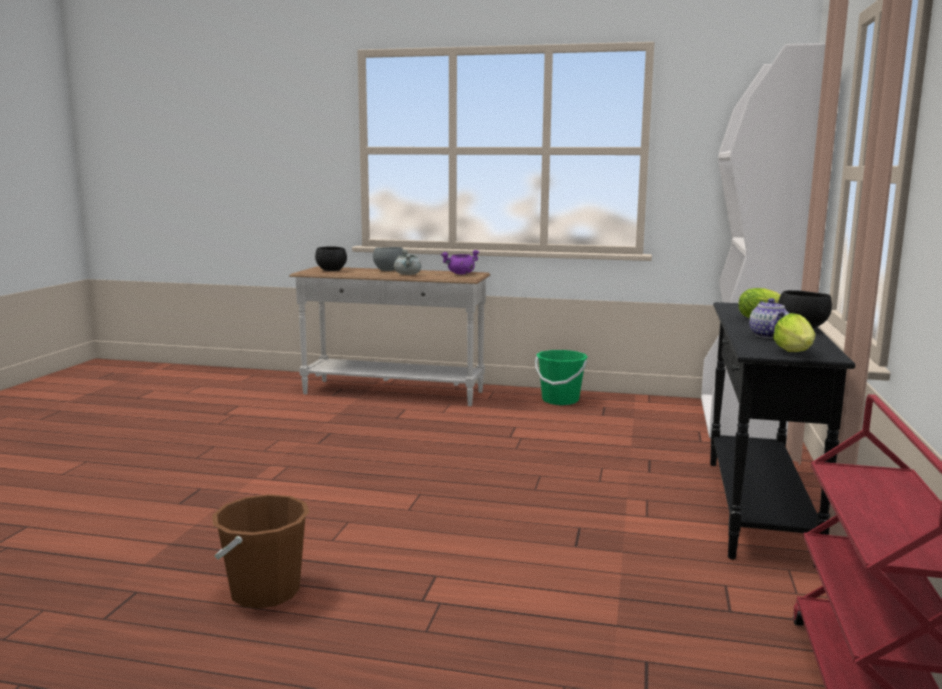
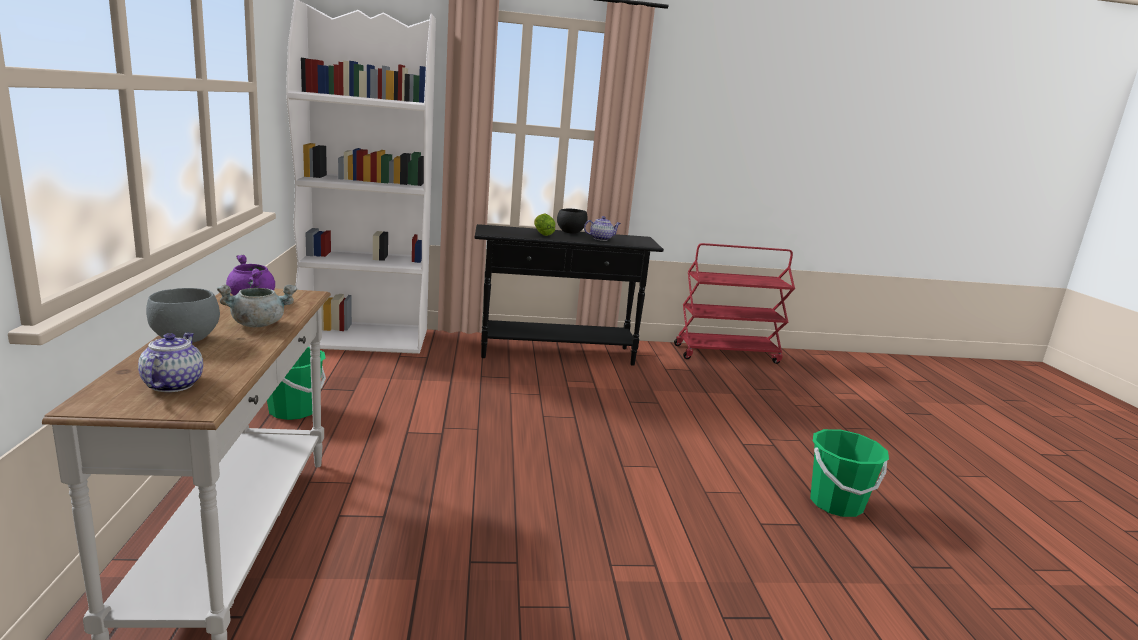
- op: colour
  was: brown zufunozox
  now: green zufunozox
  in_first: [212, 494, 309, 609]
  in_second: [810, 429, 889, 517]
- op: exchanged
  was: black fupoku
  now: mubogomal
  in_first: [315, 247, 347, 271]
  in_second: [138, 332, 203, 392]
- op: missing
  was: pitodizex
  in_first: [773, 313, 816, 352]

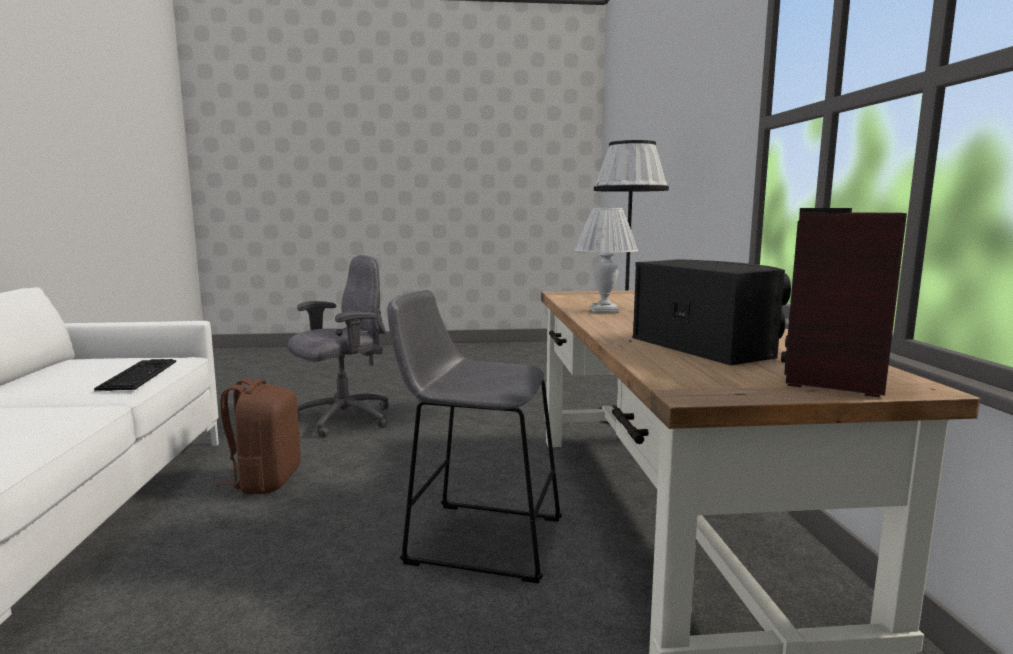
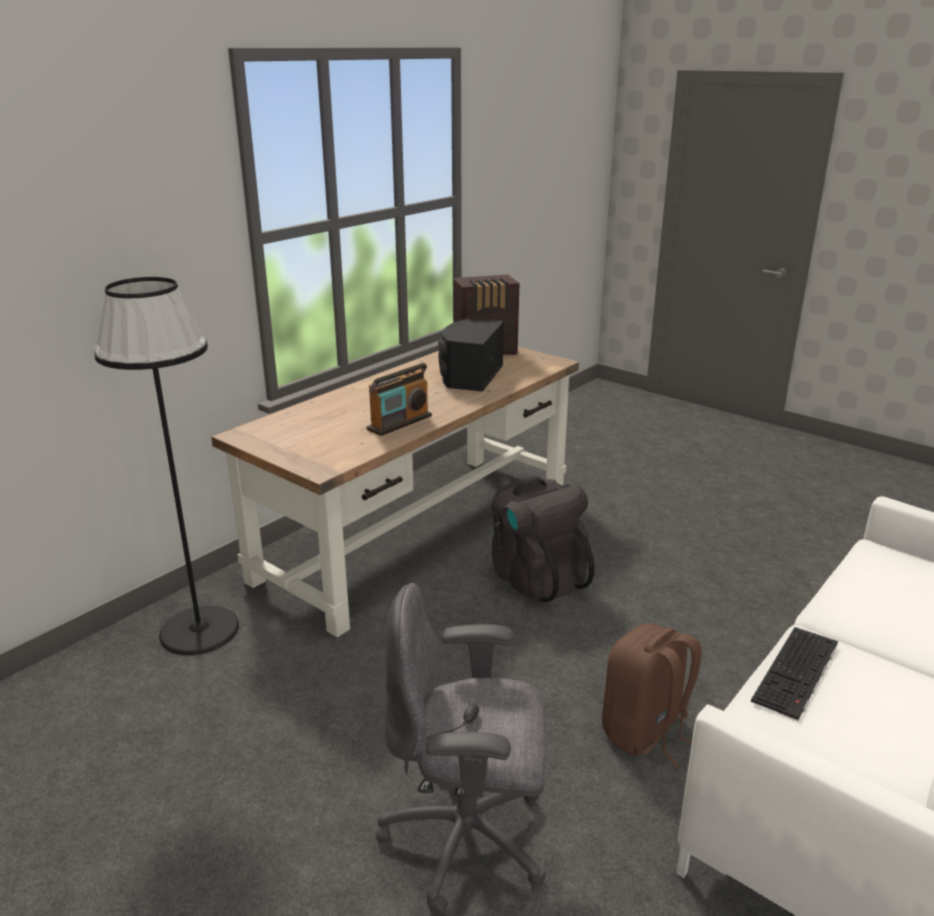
- op: exchanged
  was: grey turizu
  now: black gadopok
  in_first: [387, 290, 562, 583]
  in_second: [491, 476, 594, 604]
- op: exchanged
  was: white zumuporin
  now: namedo
  in_first: [575, 208, 638, 313]
  in_second: [367, 363, 432, 436]

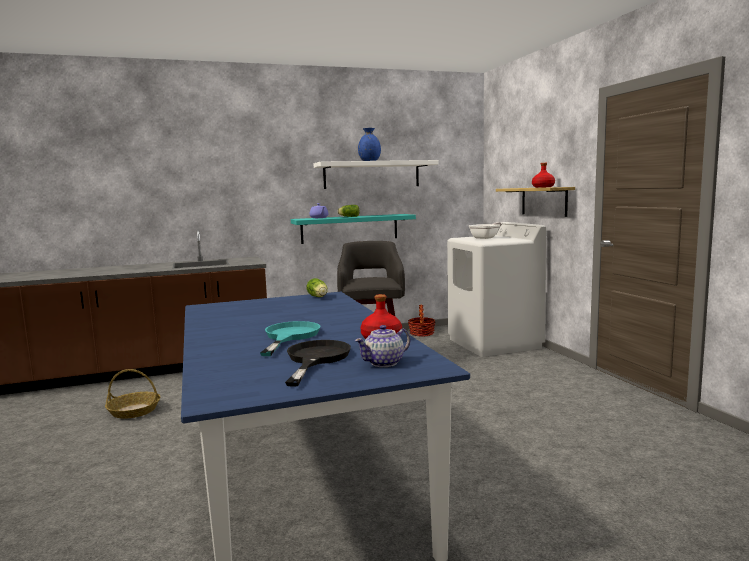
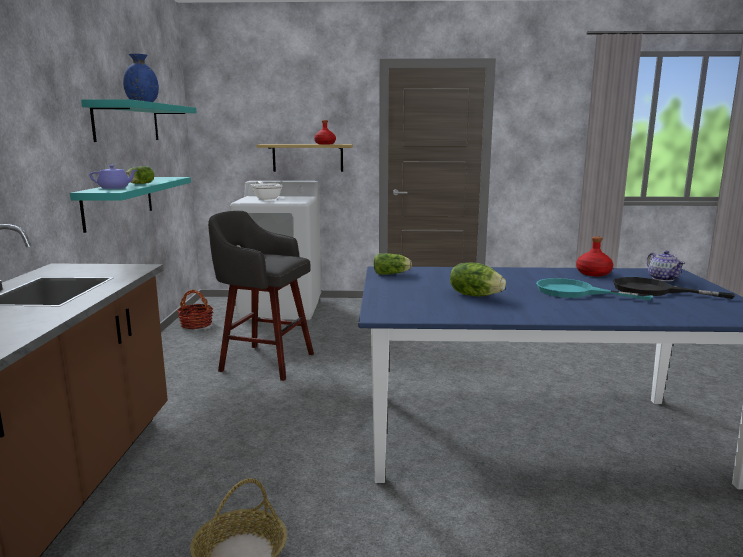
- op: colour
  was: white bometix
  now: turquoise bometix
  in_first: [314, 160, 439, 189]
  in_second: [81, 99, 197, 142]
- op: appeared
  now: pitodizex
  in_second: [450, 263, 506, 297]

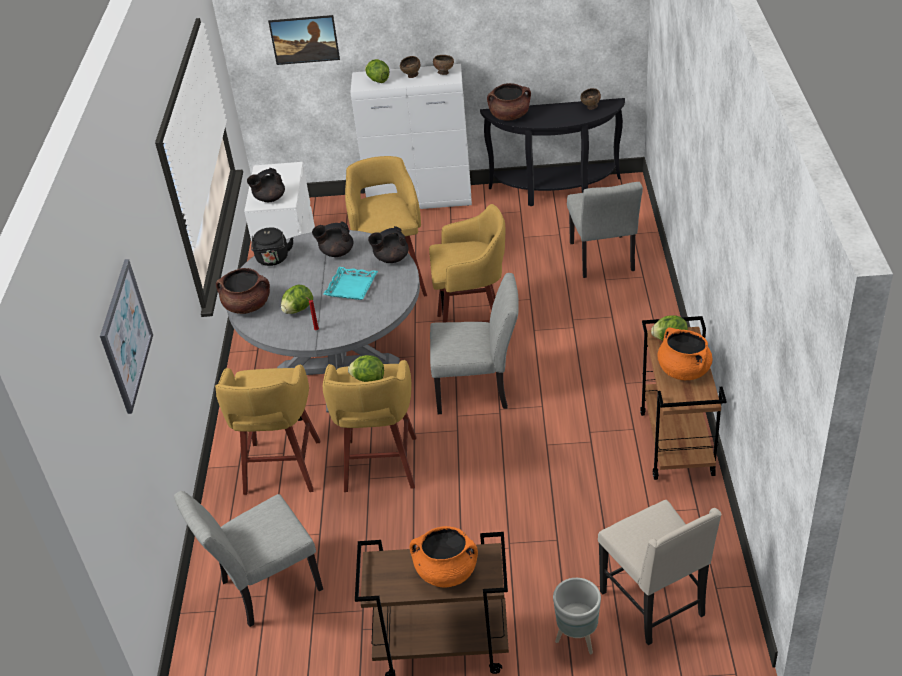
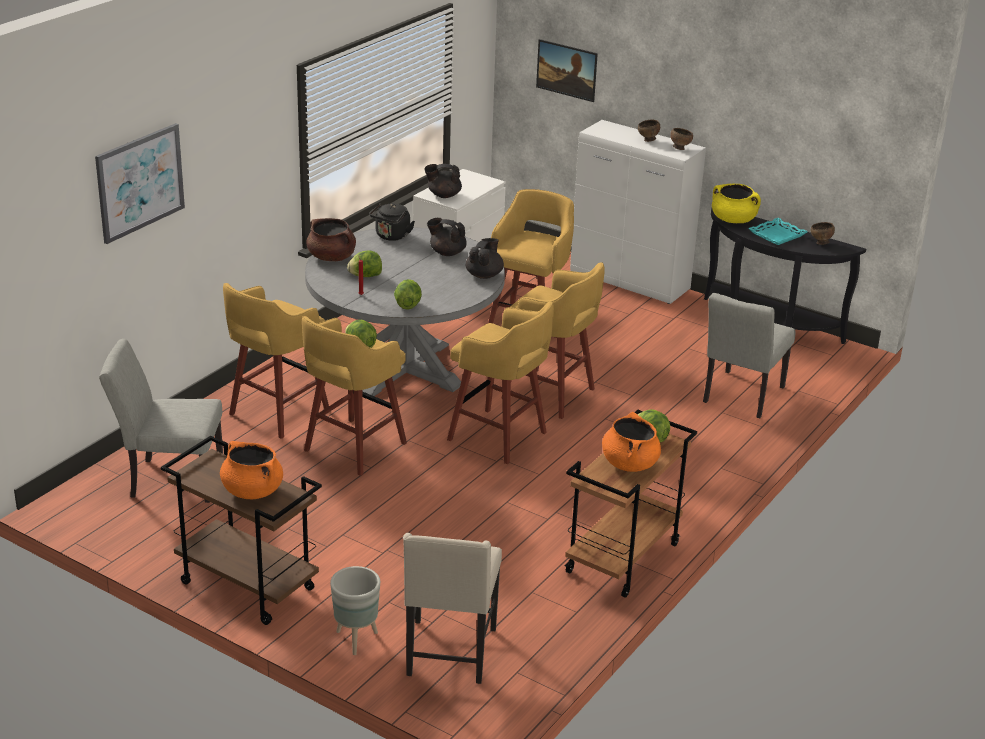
- op: relocated
  was: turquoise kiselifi
  in_first: [324, 267, 378, 300]
  in_second: [748, 218, 808, 245]
- op: relocated
  was: pitodizex
  in_first: [365, 59, 389, 83]
  in_second: [394, 279, 422, 310]
- op: spun
  was: black mubogomal
  in_first: [368, 226, 408, 263]
  in_second: [466, 238, 504, 279]
  clockwise: 105
- op: exchanged
  was: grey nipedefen
  now: yellow turizu
  in_first: [430, 273, 519, 414]
  in_second: [447, 302, 554, 464]
- op: colour
  was: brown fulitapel
  now: yellow fulitapel
  in_first: [487, 83, 531, 121]
  in_second: [712, 184, 761, 223]

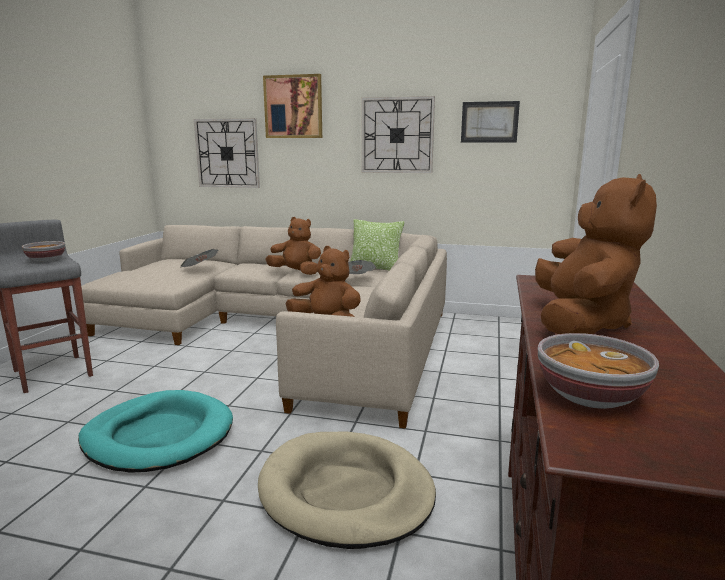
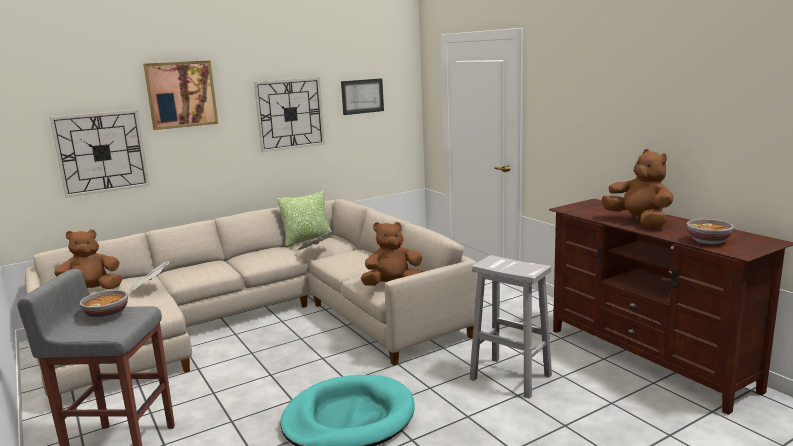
- op: exchanged
  was: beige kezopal
  now: white turizu
  in_first: [258, 432, 436, 549]
  in_second: [470, 255, 552, 398]
- op: relocated
  was: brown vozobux
  in_first: [265, 217, 321, 275]
  in_second: [54, 229, 123, 289]

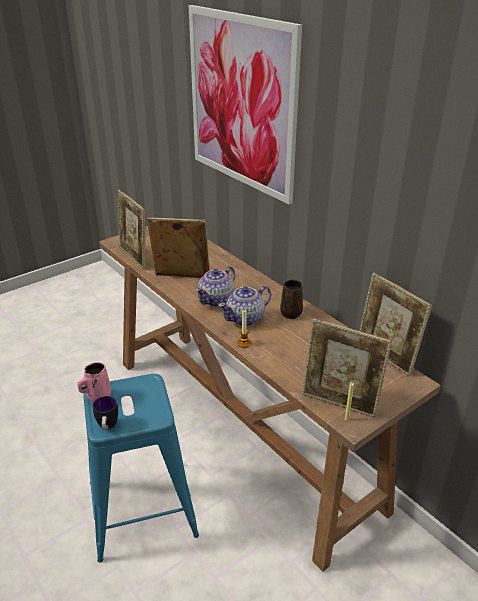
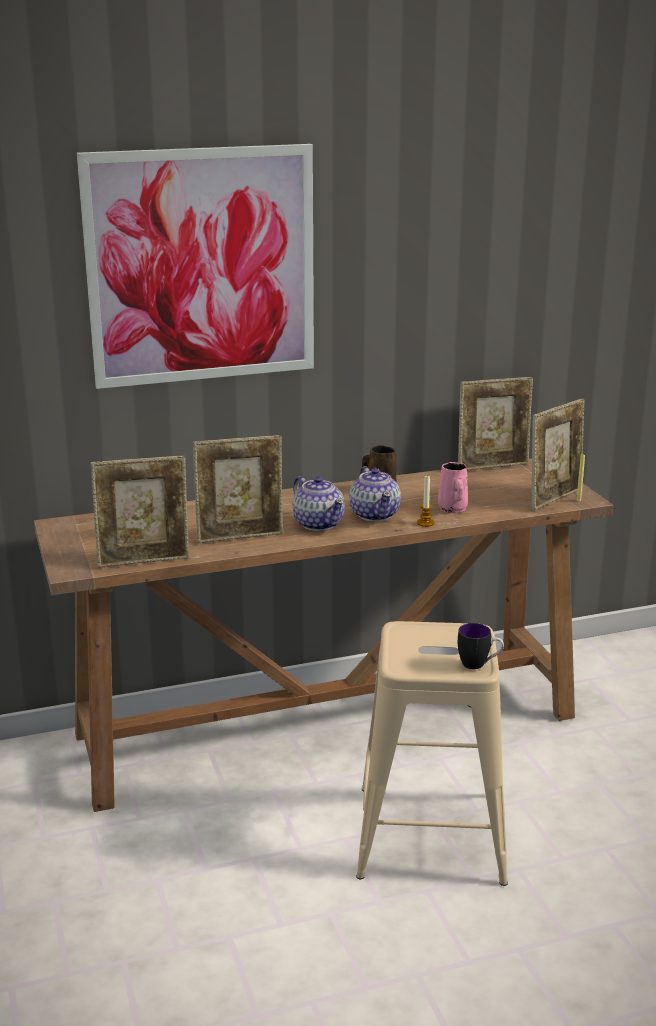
- op: relocated
  was: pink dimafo
  in_first: [77, 362, 111, 403]
  in_second: [438, 462, 468, 513]
- op: colour
  was: blue turizu
  now: beige turizu
  in_first: [84, 374, 199, 563]
  in_second: [356, 621, 508, 886]
- op: spun
  was: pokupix
  in_first: [147, 218, 210, 278]
  in_second: [193, 435, 283, 543]
  clockwise: -135

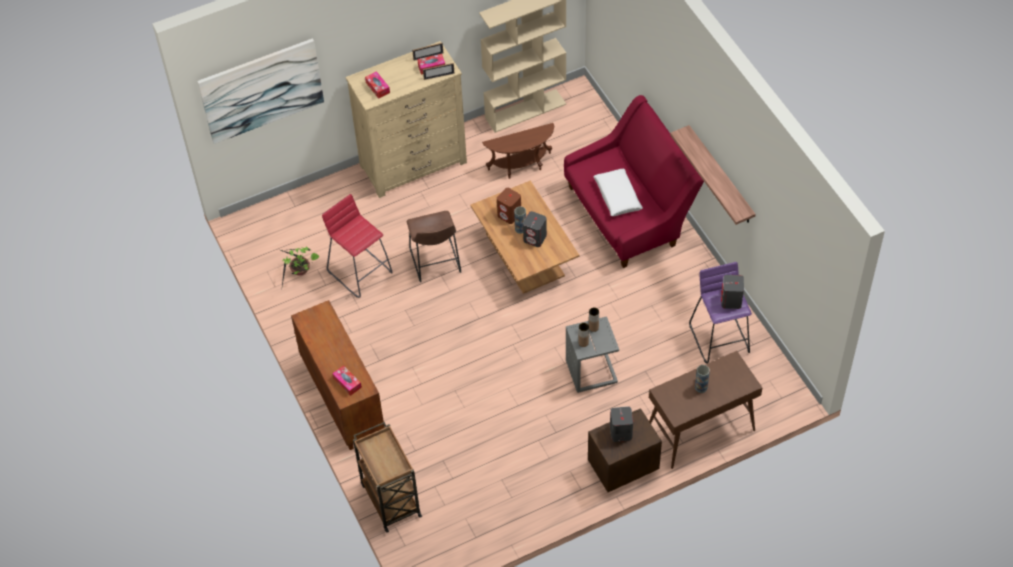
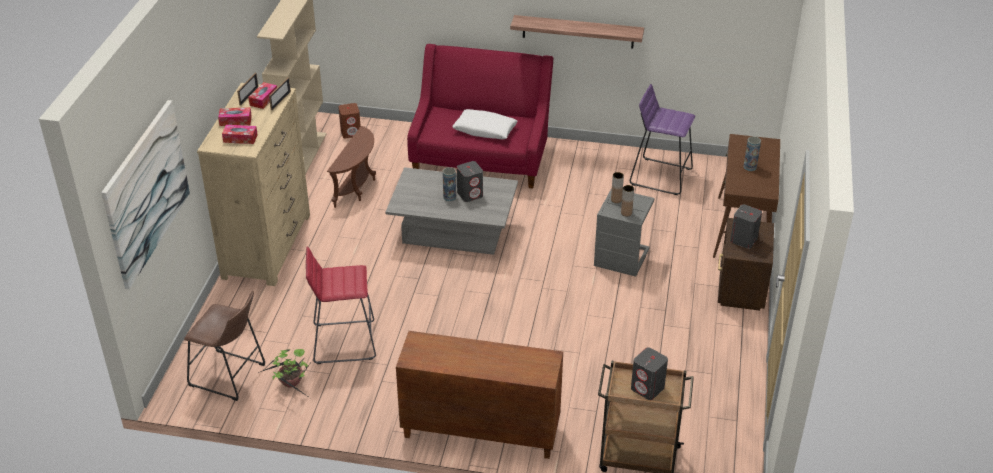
- op: relocated
  was: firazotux
  in_first: [332, 365, 362, 396]
  in_second: [218, 107, 252, 126]
- op: relocated
  was: brown turizu
  in_first: [407, 211, 461, 282]
  in_second: [184, 291, 265, 401]
- op: colour
  was: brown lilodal
  now: grey lilodal
  in_first: [471, 180, 580, 294]
  in_second: [385, 167, 518, 255]
- op: relocated
  was: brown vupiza
  in_first: [497, 188, 521, 224]
  in_second: [338, 103, 360, 138]
- op: relocated
  was: grey vupiza
  in_first: [721, 275, 744, 309]
  in_second: [631, 347, 668, 400]

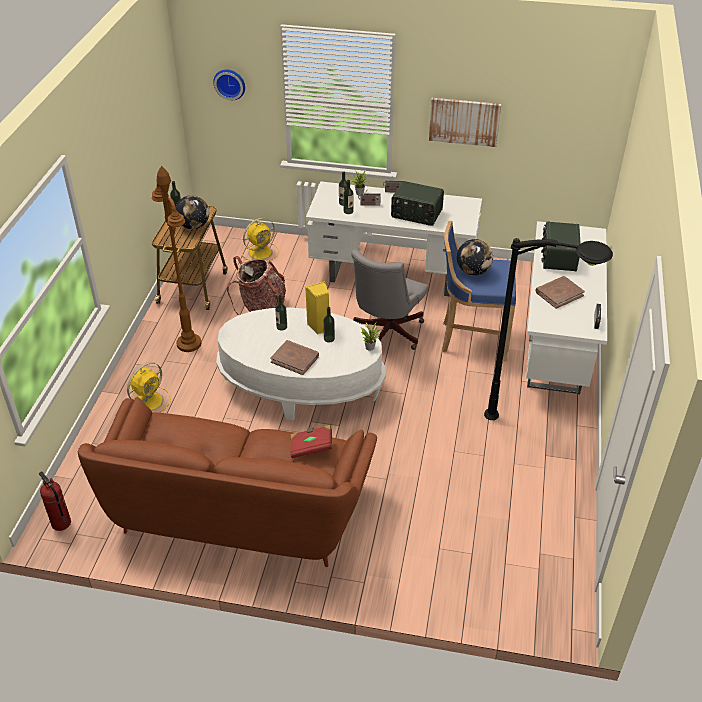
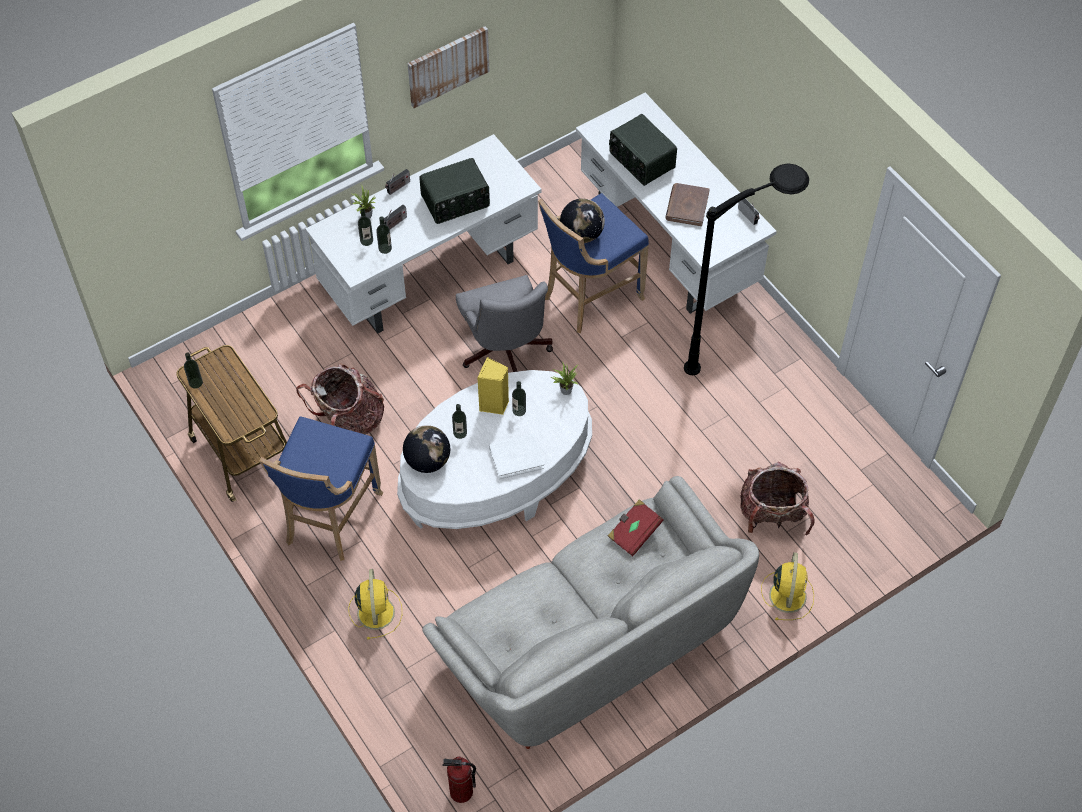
- op: colour
  was: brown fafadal
  now: grey fafadal
  in_first: [78, 397, 377, 567]
  in_second: [422, 476, 759, 749]
- op: exchanged
  was: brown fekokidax
  now: blue turizu
  in_first: [152, 166, 201, 352]
  in_second: [260, 416, 383, 561]
- op: relocated
  was: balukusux
  in_first: [176, 195, 209, 229]
  in_second: [403, 425, 450, 473]
- op: missing
  was: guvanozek
  in_first: [213, 69, 245, 100]
- op: relocated
  was: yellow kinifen
  in_first: [241, 218, 279, 261]
  in_second: [761, 552, 814, 620]
- op: colour
  was: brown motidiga
  now: white motidiga
  in_first: [270, 340, 319, 375]
  in_second: [489, 434, 544, 480]
- op: appeared
  now: gadopok
  in_second: [740, 462, 815, 535]

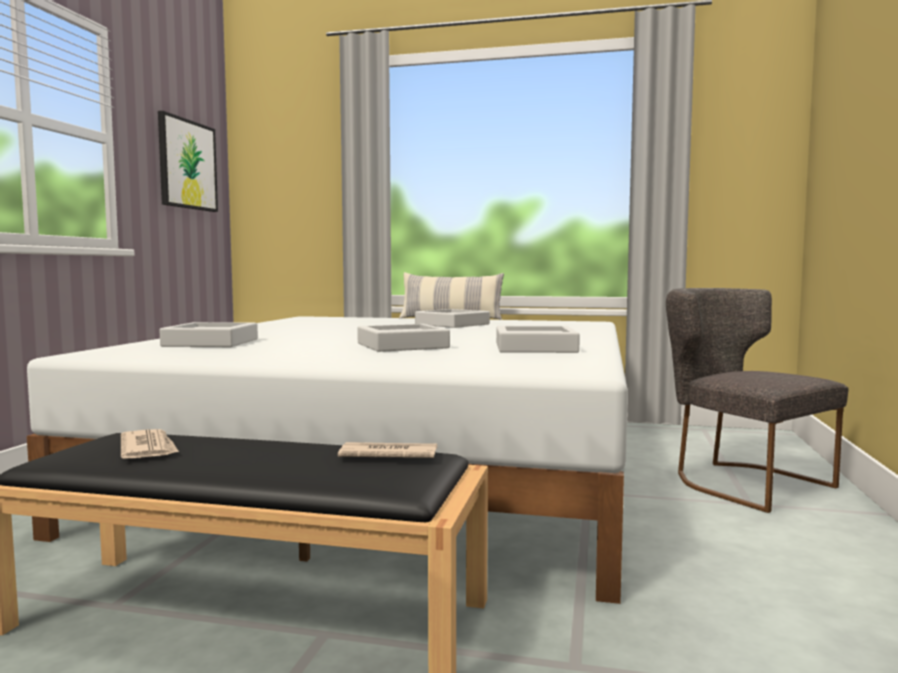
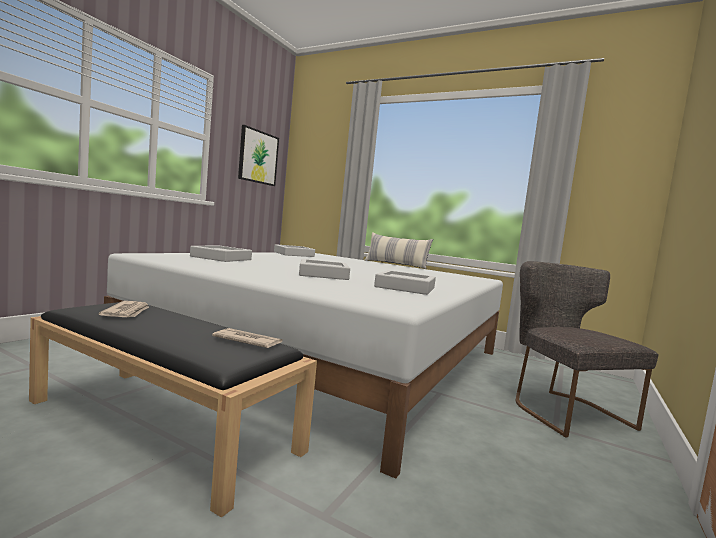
- op: relocated
  was: grey kiselifi
  in_first: [415, 309, 490, 328]
  in_second: [274, 244, 315, 257]

